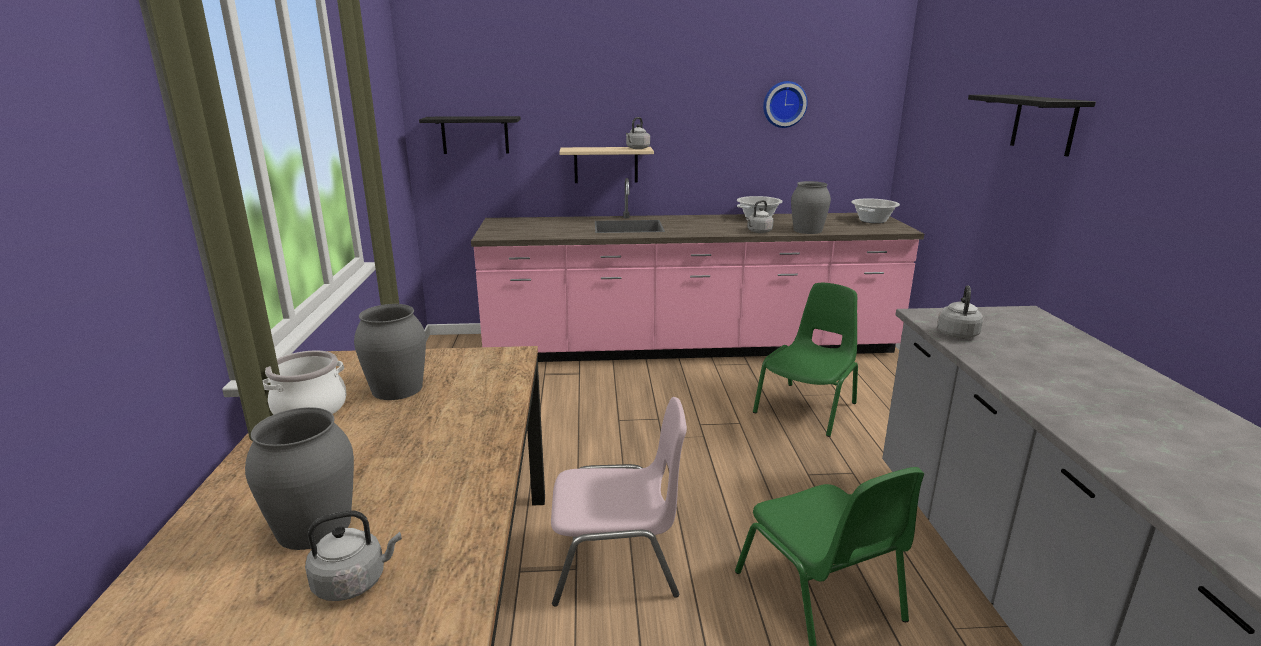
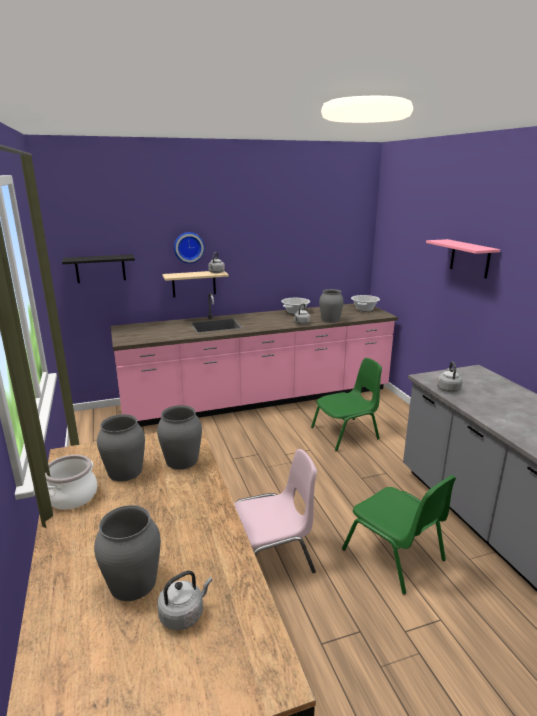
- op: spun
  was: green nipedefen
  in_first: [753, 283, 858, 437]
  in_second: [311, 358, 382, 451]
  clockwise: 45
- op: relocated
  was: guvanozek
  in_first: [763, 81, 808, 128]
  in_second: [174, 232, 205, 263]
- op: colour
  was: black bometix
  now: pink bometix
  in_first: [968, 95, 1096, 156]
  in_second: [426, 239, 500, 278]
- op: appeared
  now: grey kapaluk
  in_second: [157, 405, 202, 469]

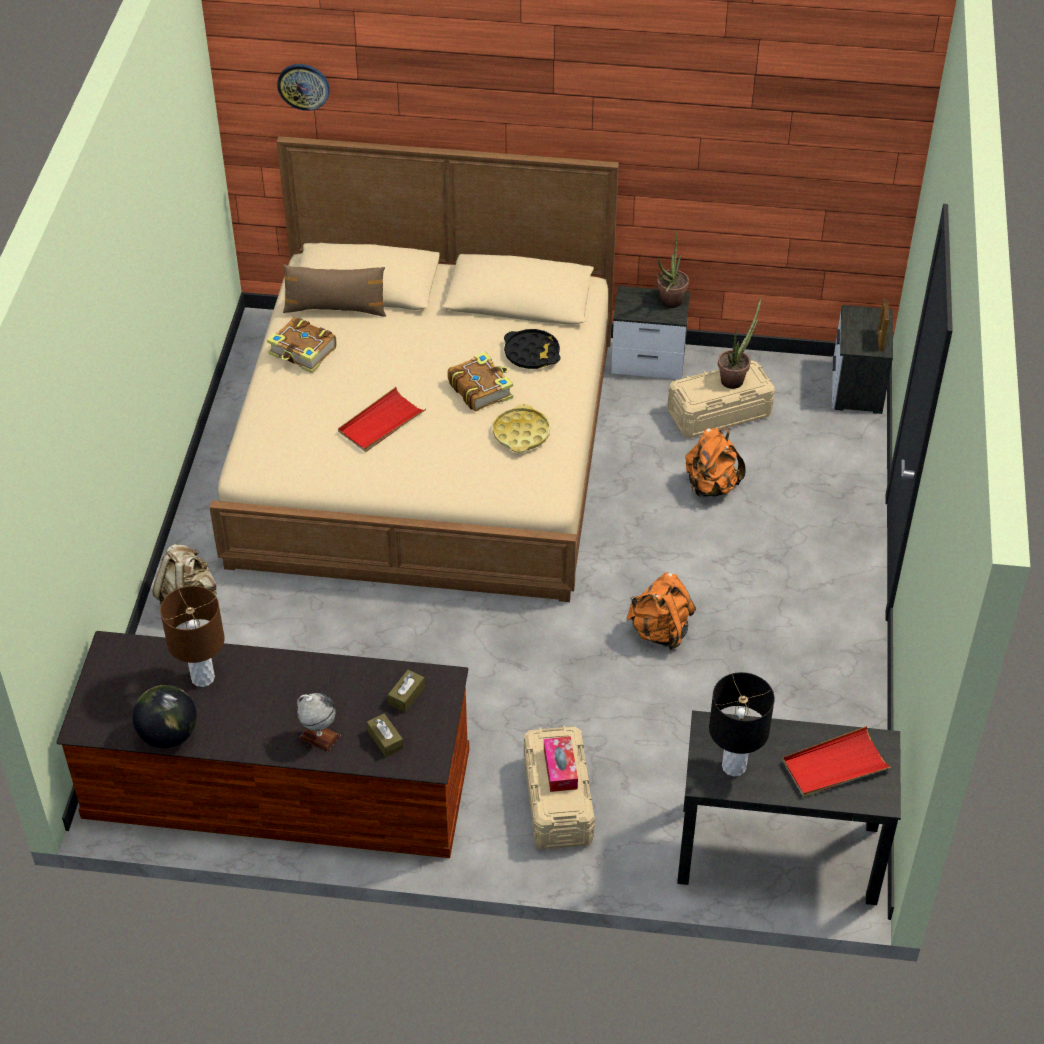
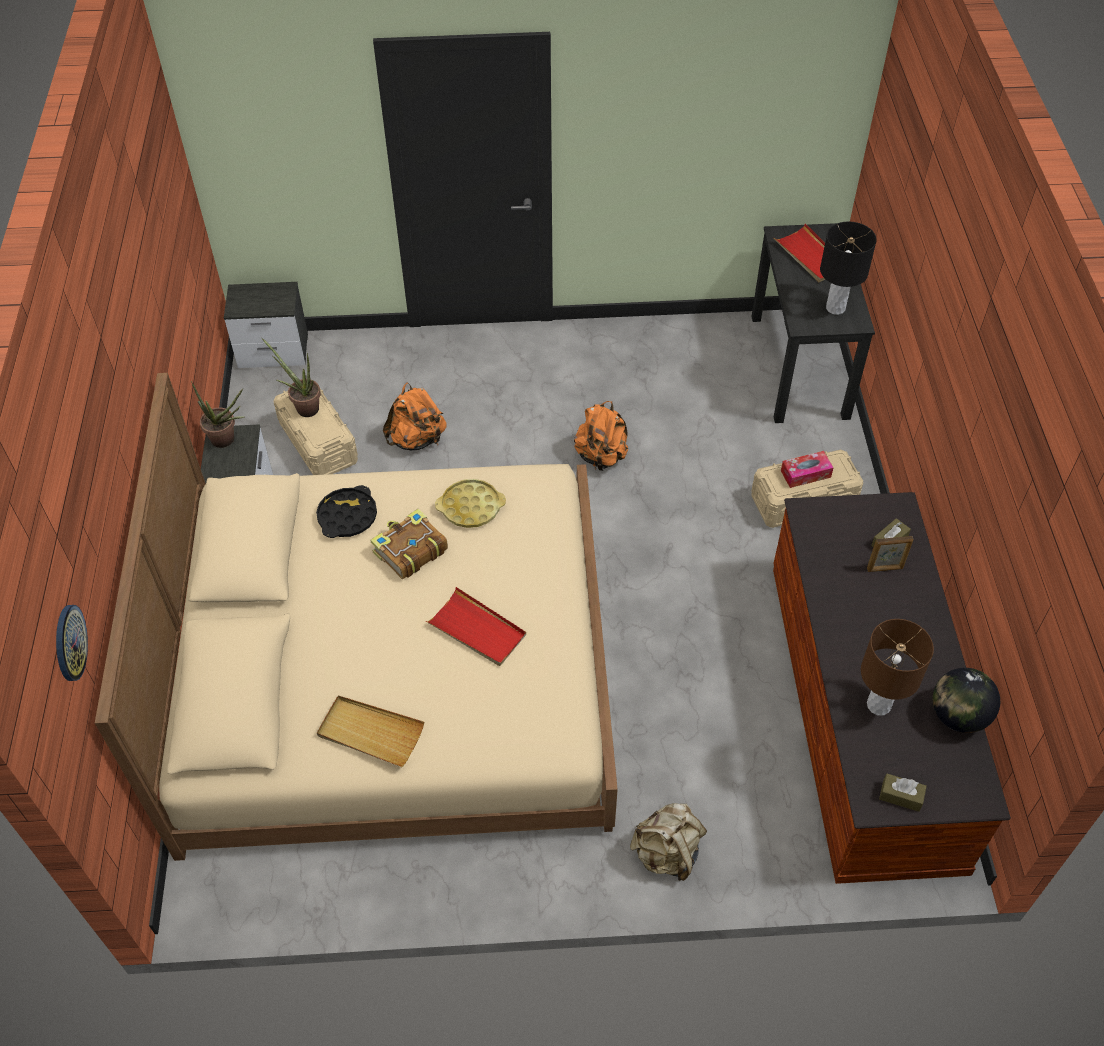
- op: exchanged
  was: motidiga
  now: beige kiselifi
  in_first: [267, 317, 337, 373]
  in_second: [317, 695, 424, 767]
- op: missing
  was: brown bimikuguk
  in_first: [283, 264, 386, 317]
- op: missing
  was: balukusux
  in_first: [297, 693, 340, 752]
- op: relocated
  was: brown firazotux
  in_first: [388, 670, 425, 712]
  in_second: [879, 774, 927, 812]
- op: relocated
  was: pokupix
  in_first: [877, 299, 889, 351]
  in_second: [867, 536, 914, 572]

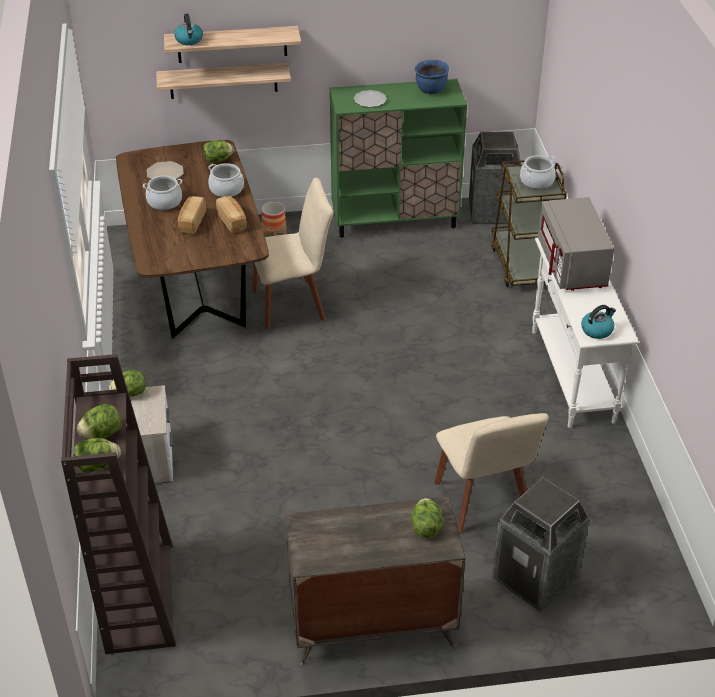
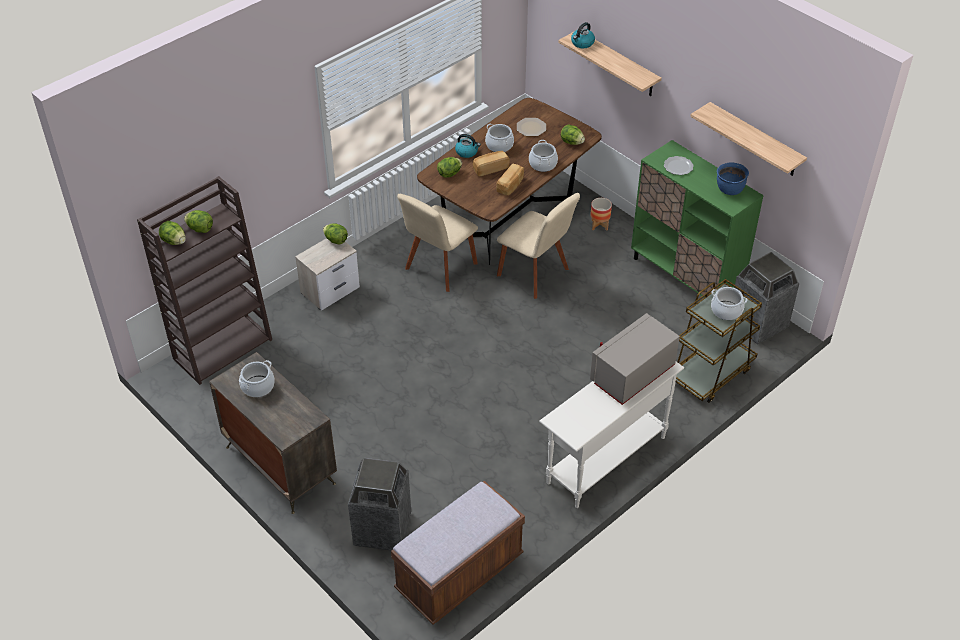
- op: relocated
  was: bometix
  in_first: [156, 63, 291, 99]
  in_second: [690, 102, 807, 176]
- op: relocated
  was: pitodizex
  in_first: [411, 498, 444, 538]
  in_second: [437, 157, 462, 178]
- op: relocated
  was: beige nipedefen
  in_first: [434, 413, 549, 534]
  in_second: [397, 194, 478, 292]
- op: relocated
  was: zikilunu
  in_first: [581, 305, 616, 339]
  in_second: [455, 134, 481, 158]
- op: appeared
  now: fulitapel
  in_second: [239, 360, 275, 397]
- op: appeared
  now: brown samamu
  in_second: [391, 481, 525, 625]

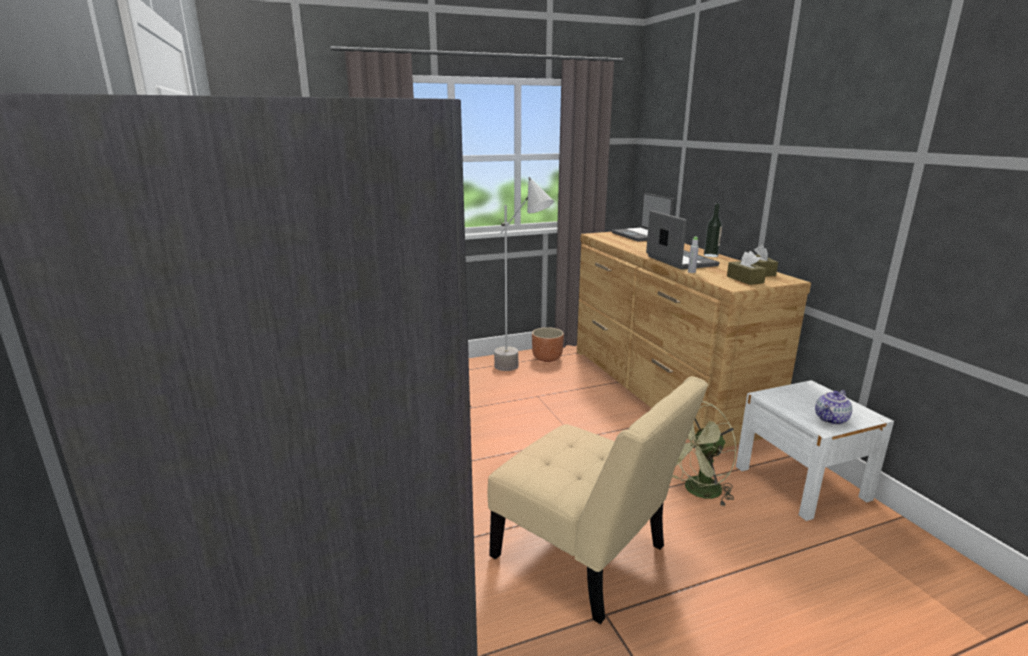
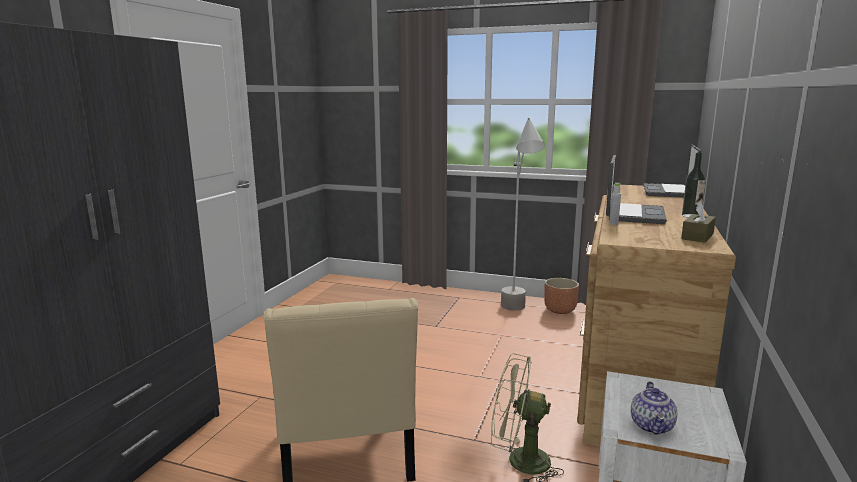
- op: missing
  was: brown firazotux
  in_first: [727, 251, 766, 285]
- op: spun
  was: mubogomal
  in_first: [815, 390, 852, 425]
  in_second: [631, 381, 677, 435]
  clockwise: -75

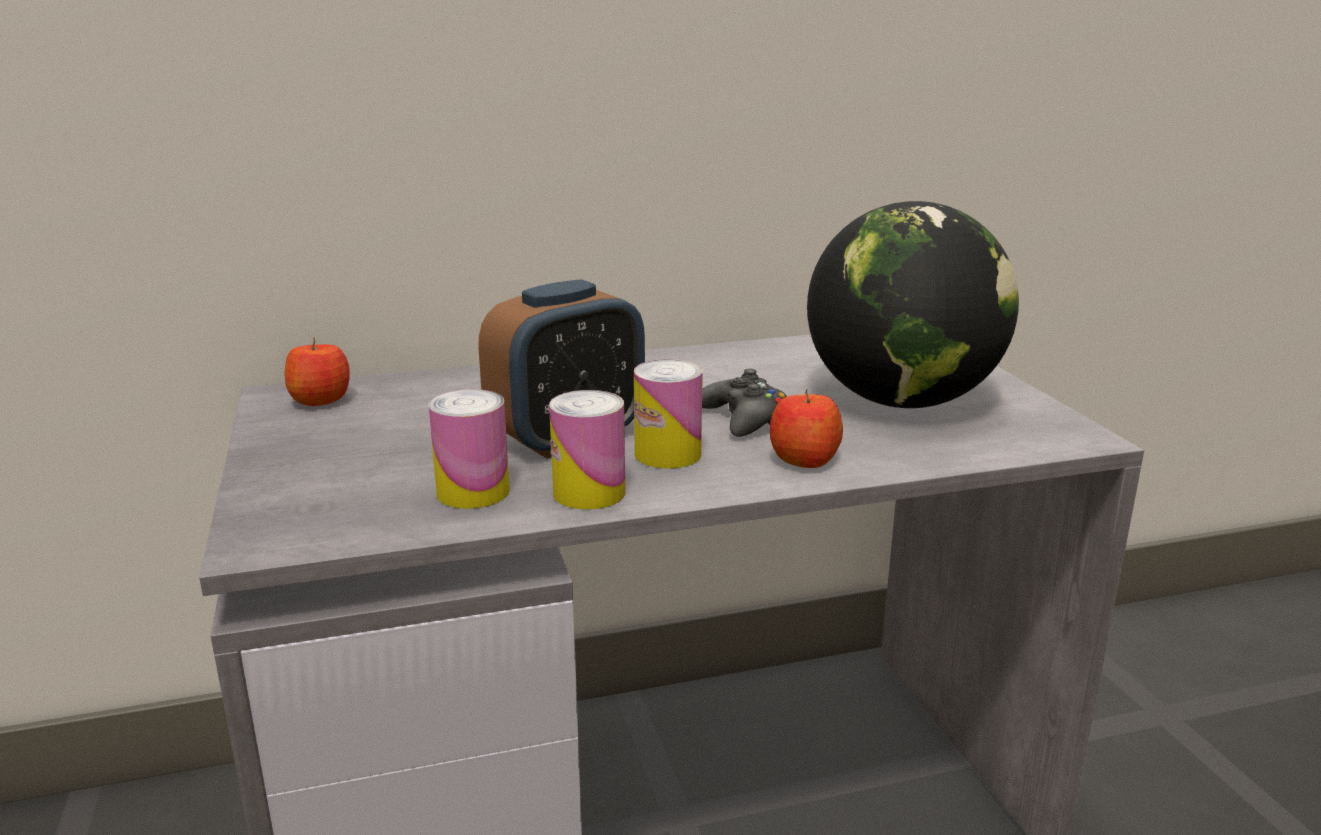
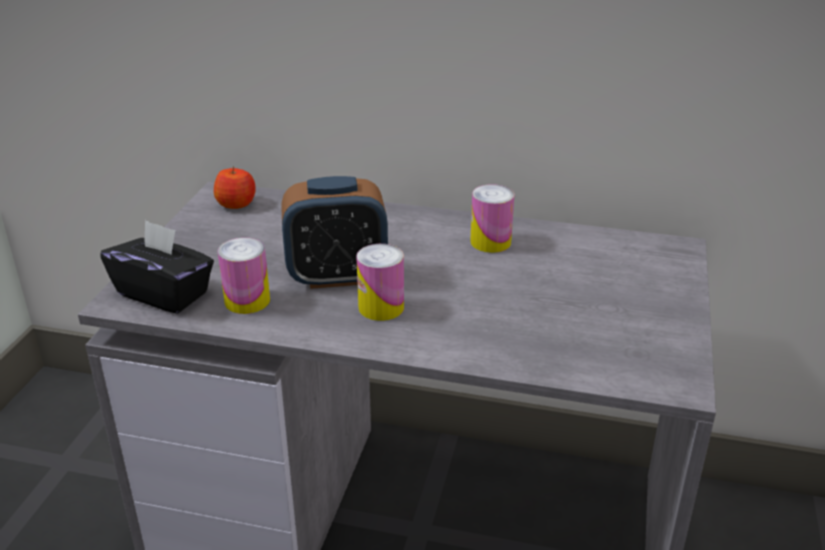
- op: relocated
  was: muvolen
  in_first: [549, 390, 625, 510]
  in_second: [470, 184, 514, 253]
- op: missing
  was: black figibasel
  in_first: [702, 369, 787, 437]
- op: missing
  was: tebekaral
  in_first: [770, 389, 843, 468]
- op: missing
  was: balukusux
  in_first: [807, 201, 1019, 408]
- op: appeared
  now: black firazotux
  in_second: [100, 220, 214, 313]

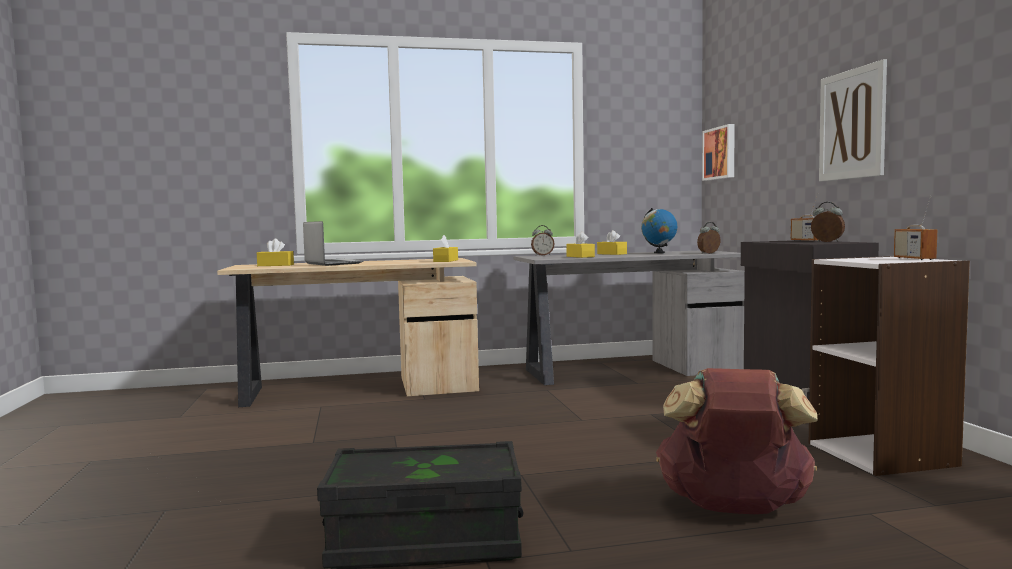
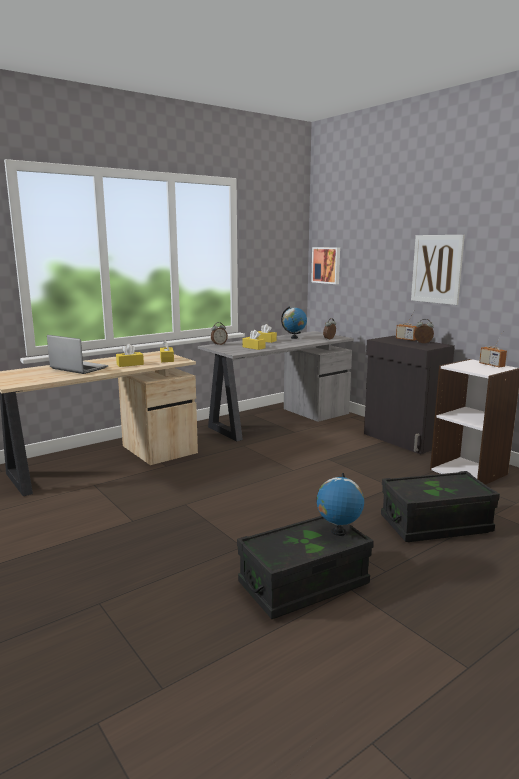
- op: relocated
  was: yellow firazotux
  in_first: [257, 238, 294, 266]
  in_second: [116, 344, 144, 367]
- op: exchanged
  was: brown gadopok
  now: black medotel
  in_first: [656, 368, 818, 514]
  in_second: [381, 471, 500, 542]
- op: appeared
  now: balukusux
  in_second: [317, 473, 364, 536]

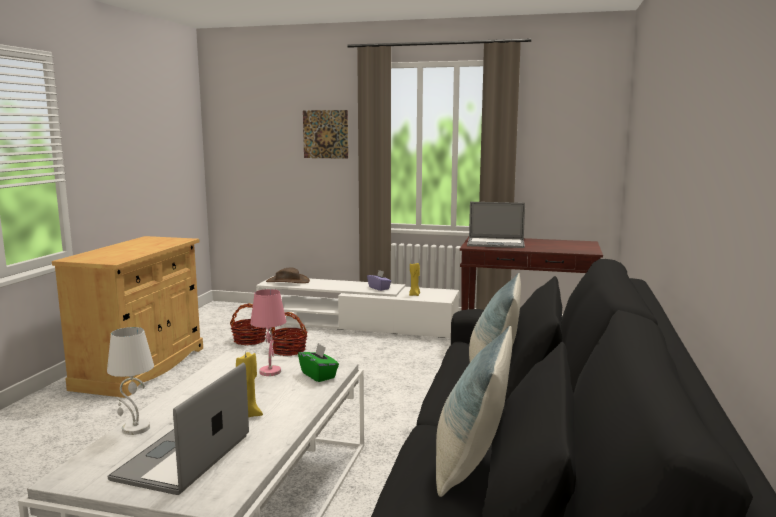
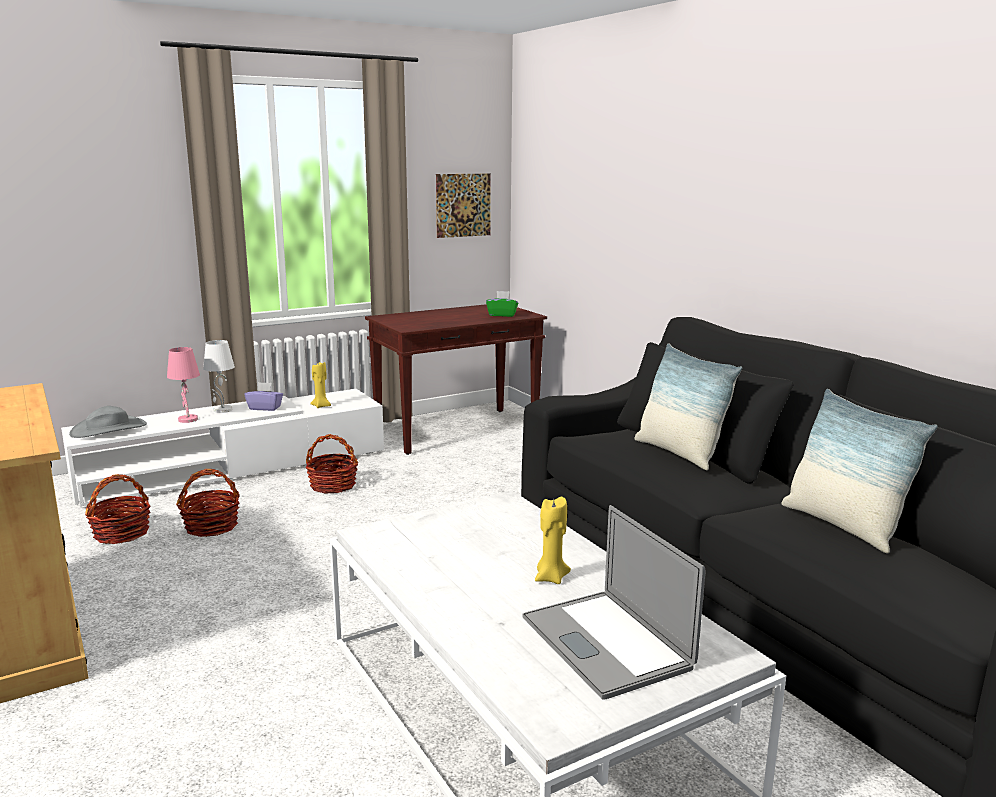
- op: relocated
  was: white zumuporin
  in_first: [107, 327, 154, 435]
  in_second: [203, 340, 235, 413]
- op: relocated
  was: pink zumuporin
  in_first: [250, 289, 286, 376]
  in_second: [167, 347, 200, 423]
- op: colour
  was: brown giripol
  now: grey giripol
  in_first: [266, 268, 310, 283]
  in_second: [69, 406, 147, 438]
- op: relocated
  was: green firazotux
  in_first: [298, 343, 339, 382]
  in_second: [486, 291, 518, 317]
- op: relocated
  was: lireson
  in_first: [303, 110, 348, 159]
  in_second: [436, 174, 491, 238]
- op: missing
  was: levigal
  in_first: [467, 202, 525, 248]
- op: appeared
  now: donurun
  in_second: [306, 434, 358, 493]

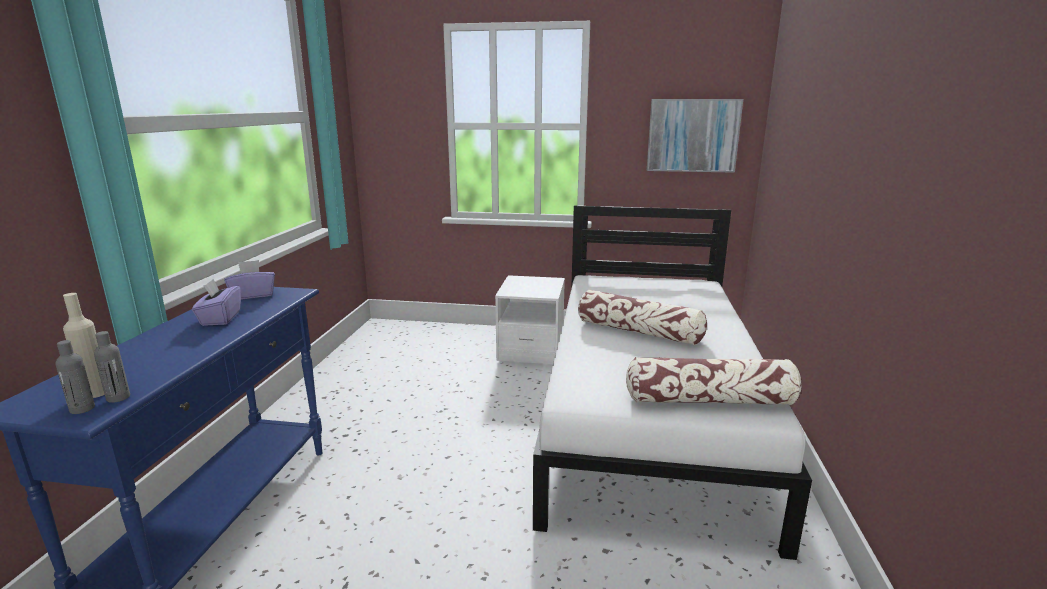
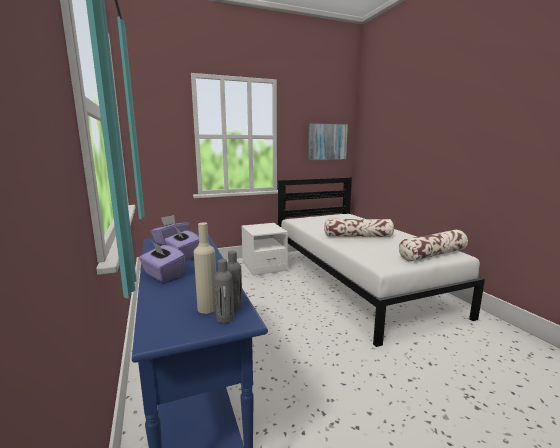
- op: appeared
  now: purple firazotux
  in_second: [139, 242, 185, 282]

